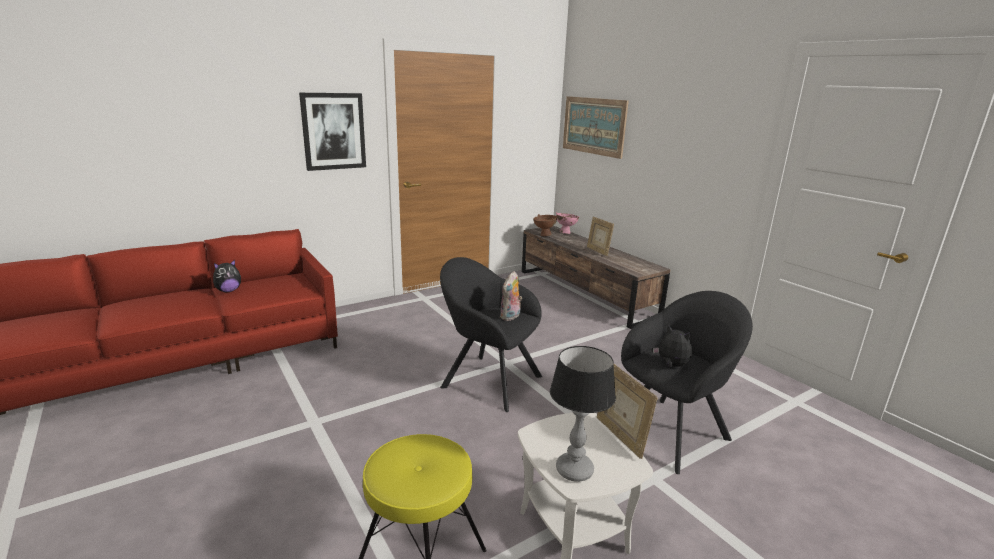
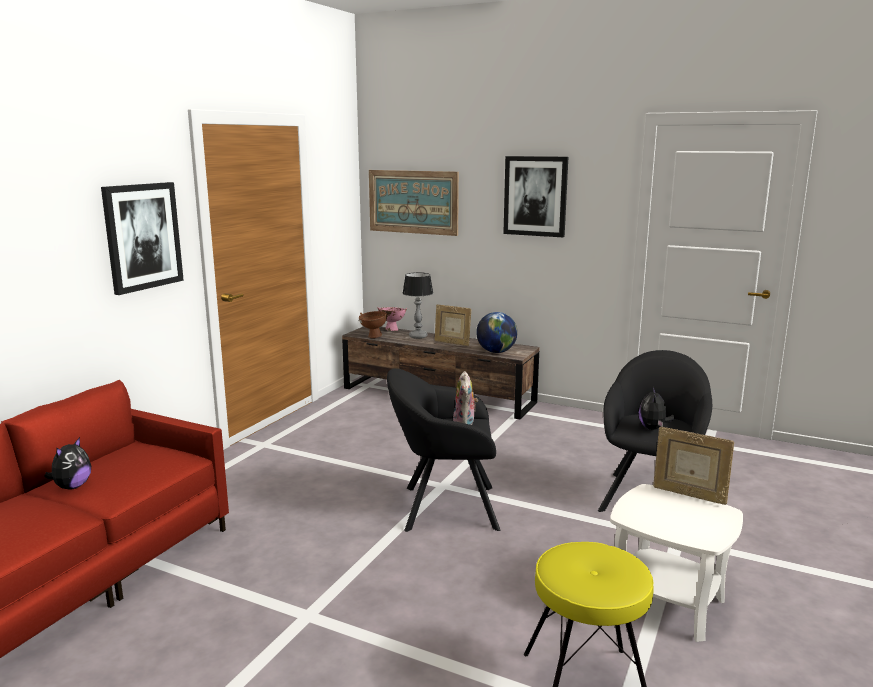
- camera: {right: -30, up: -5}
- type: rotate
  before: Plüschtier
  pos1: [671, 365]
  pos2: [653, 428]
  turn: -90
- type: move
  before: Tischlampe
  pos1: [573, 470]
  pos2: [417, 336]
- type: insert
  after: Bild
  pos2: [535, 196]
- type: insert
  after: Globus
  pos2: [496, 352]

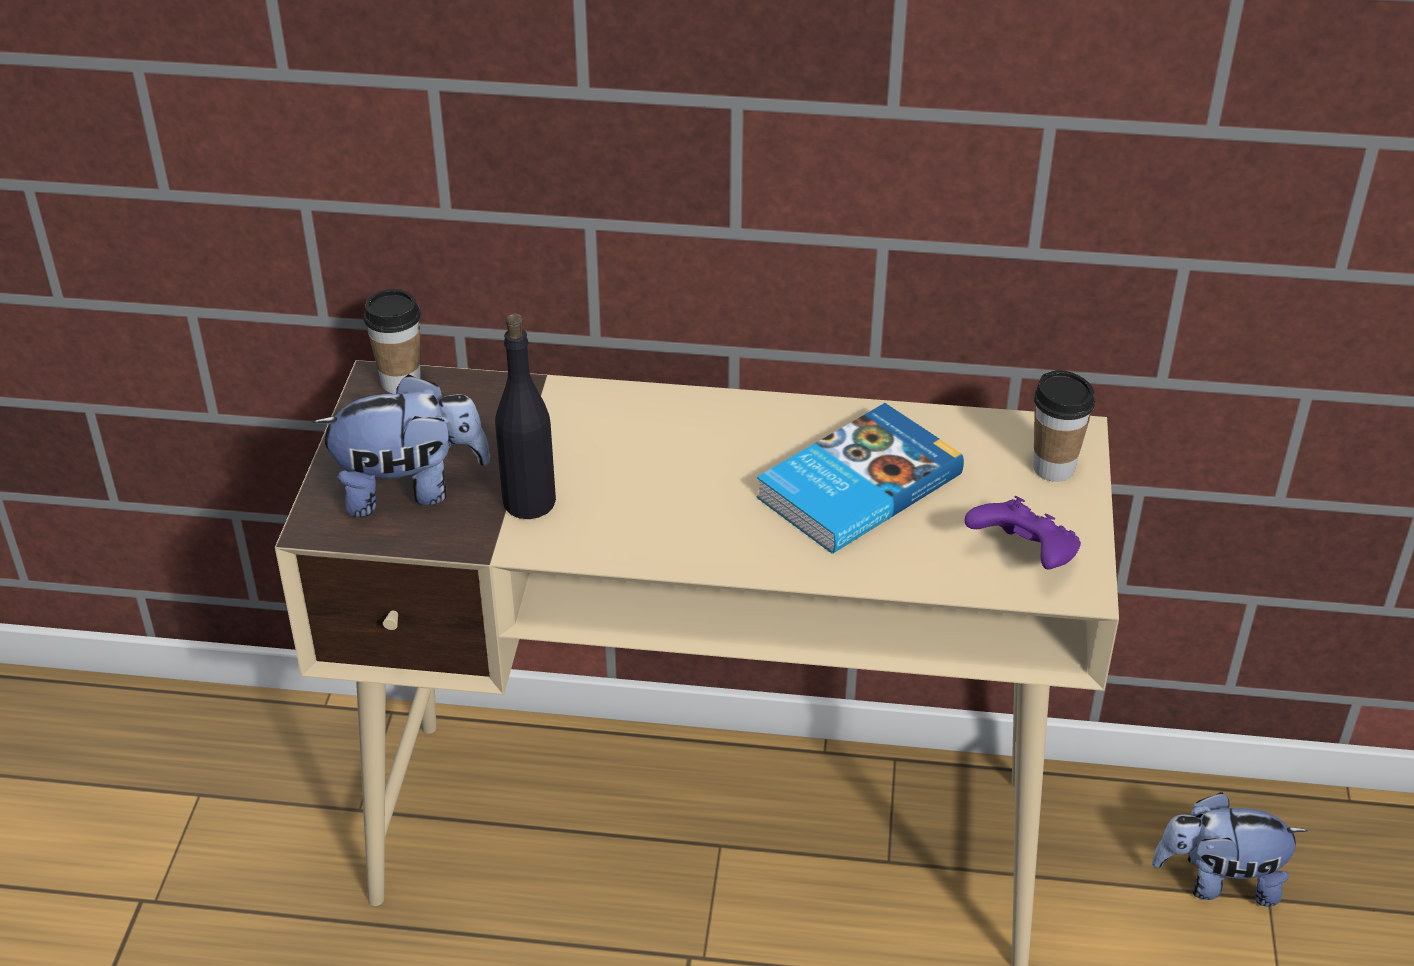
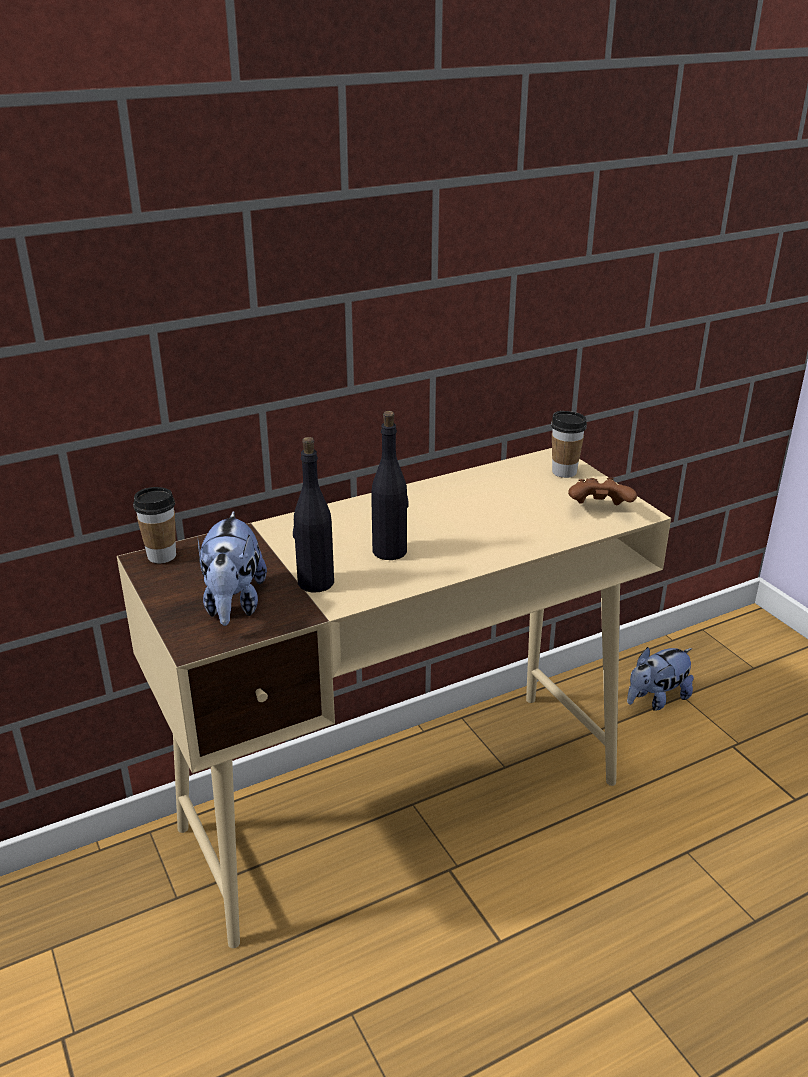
- camera: {right: -35, up: -10}
- type: rotate
  before: Plüschtier
  pos1: [409, 490]
  pos2: [233, 604]
  turn: 135
- type: delete
  before: Buch
  pos1: [856, 485]
- type: recolor
  before: Gamepad (lila)
  after: Gamepad (braun)
  pos1: [1023, 557]
  pos2: [599, 510]
- type: insert
  after: Flasche (schwarz)
  pos2: [390, 551]

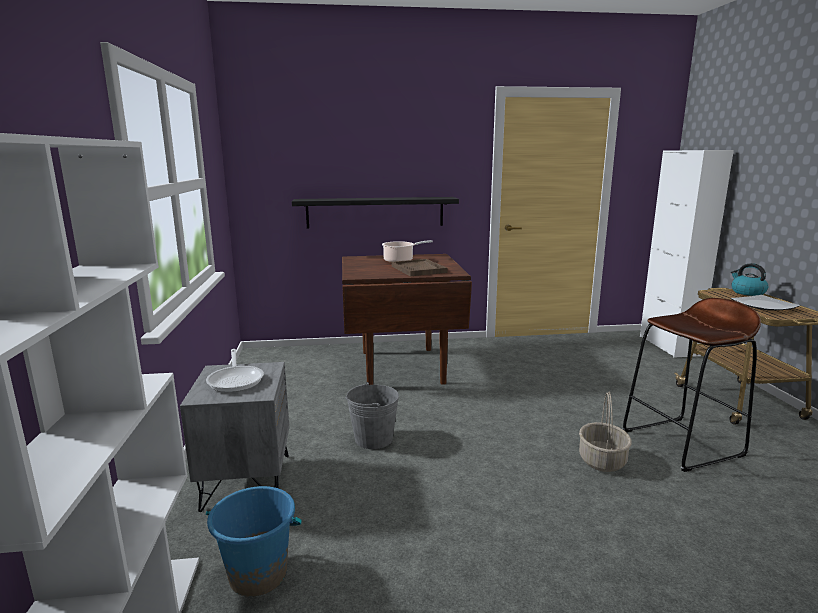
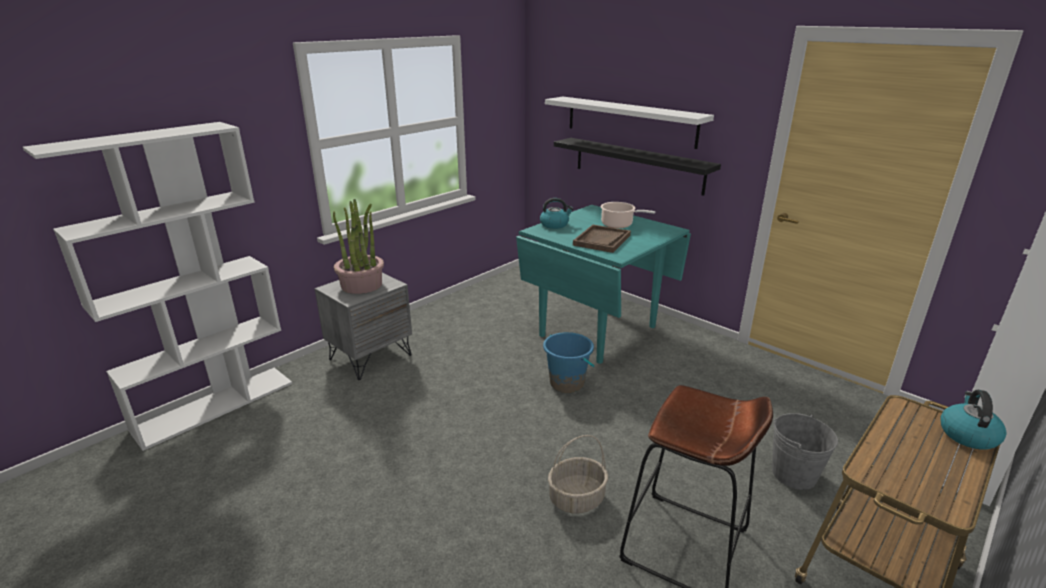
- camera: {right: 50, up: 10}
- type: recolor
  before: Esstisch (braun)
  after: Esstisch (türkis)
  pos1: [400, 367]
  pos2: [597, 330]
- type: delete
  before: Teller
  pos1: [763, 305]
- type: replace
  before: Pfanne
  after: Topfpflanze
  pos1: [236, 380]
  pos2: [362, 285]
- type: move
  before: Eimer (grau)
  pos1: [373, 439]
  pos2: [793, 474]
- type: move
  before: Eimer (blau)
  pos1: [258, 574]
  pos2: [567, 383]
- type: insert
  after: Wandregal (weiß)
  pos2: [630, 121]
- type: insert
  after: Wasserkessel
  pos2: [555, 224]

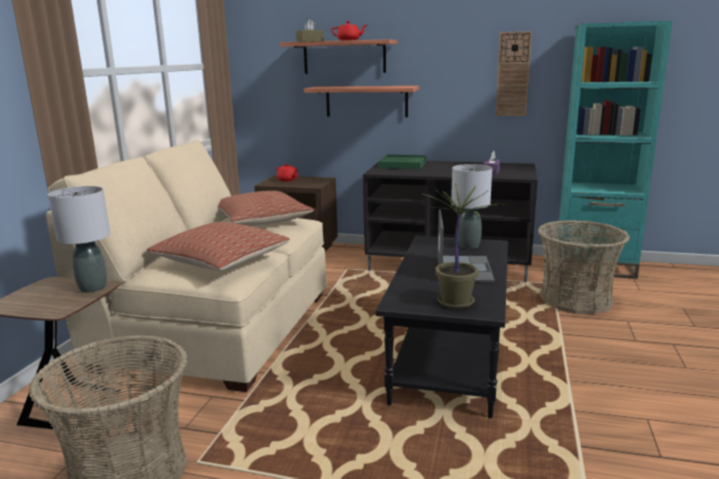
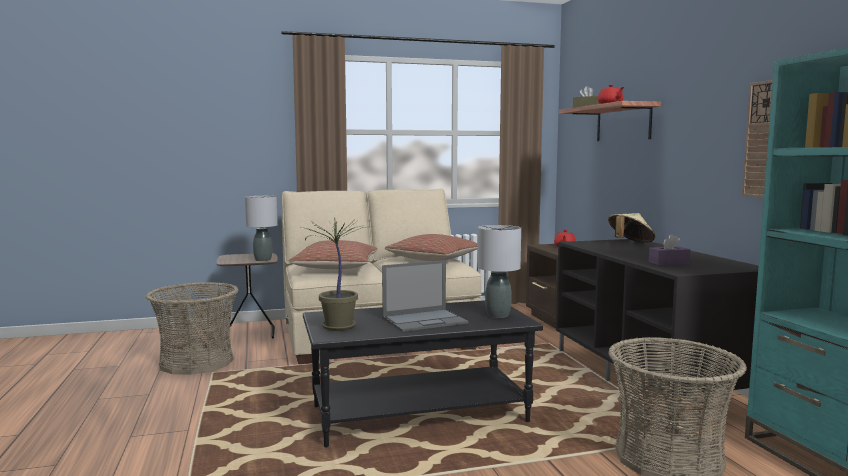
- camera: {right: 60, up: -10}
- type: delete
  before: Wandregal
  pos1: [366, 101]
- type: replace
  before: Tablett (grün)
  after: Hut (beige)
  pos1: [402, 164]
  pos2: [630, 243]

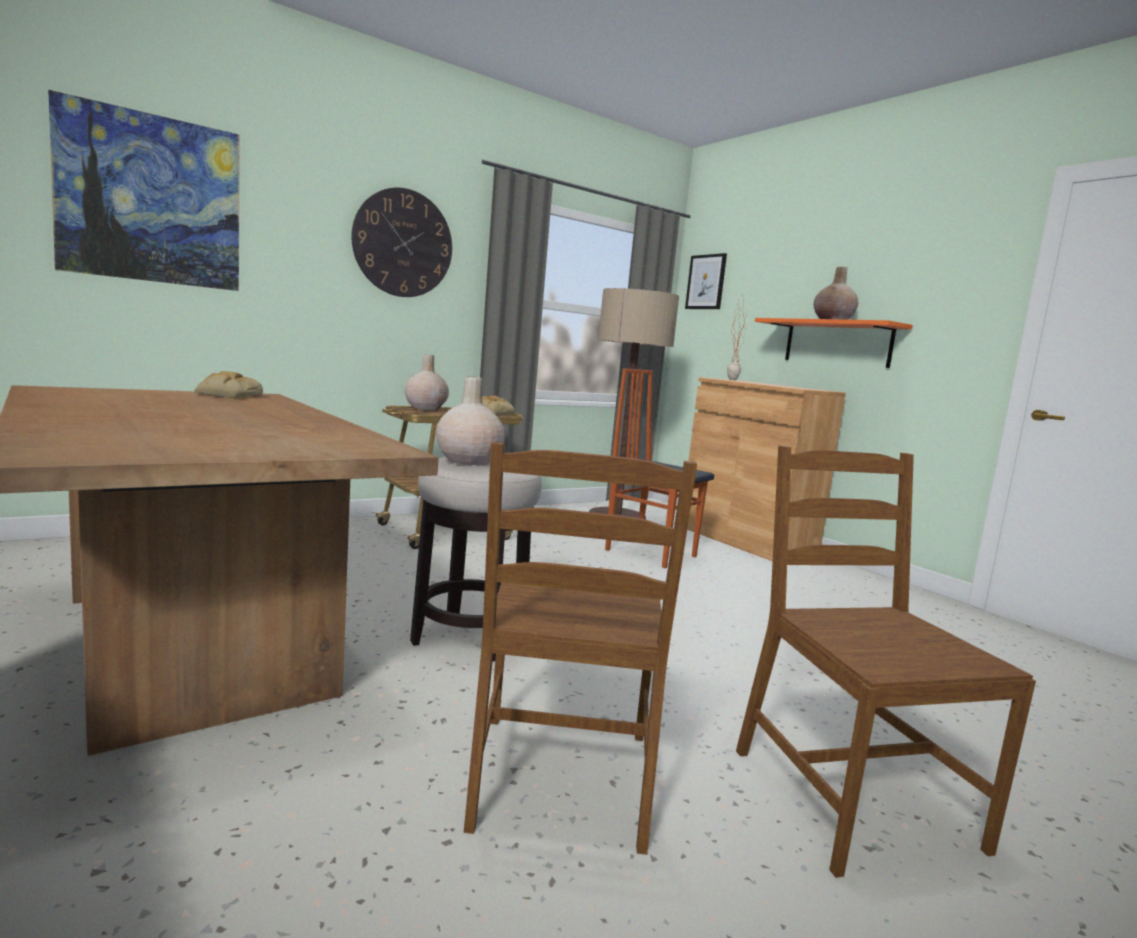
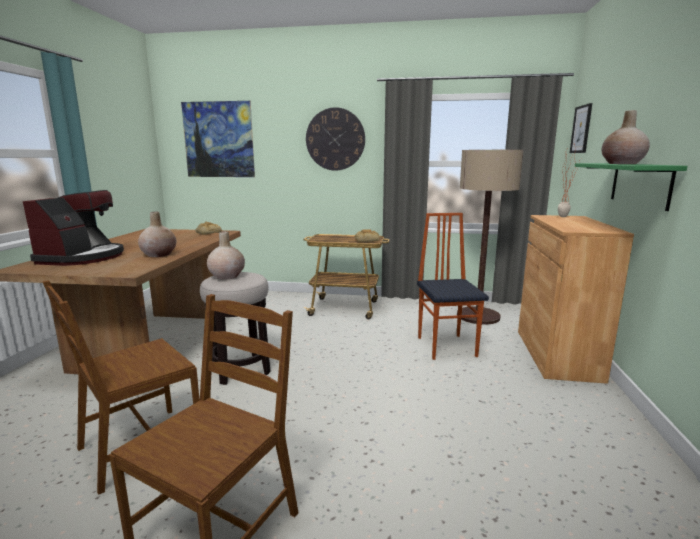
- camera: {right: 45, up: 5}
- type: recolor
  before: Wandregal (orange)
  after: Wandregal (grün)
  pos1: [837, 343]
  pos2: [640, 184]
- type: move
  before: Vase (beige)
  pos1: [425, 408]
  pos2: [159, 254]
- type: insert
  after: Kaffeemaschine
  pos2: [83, 257]

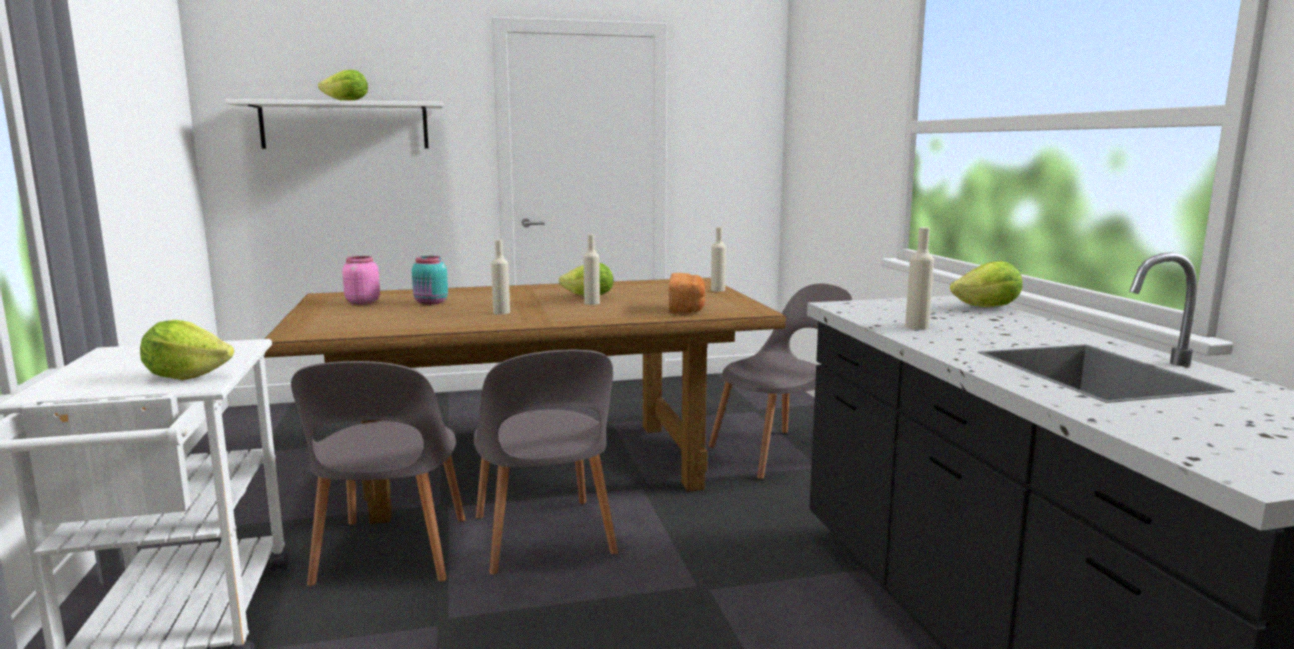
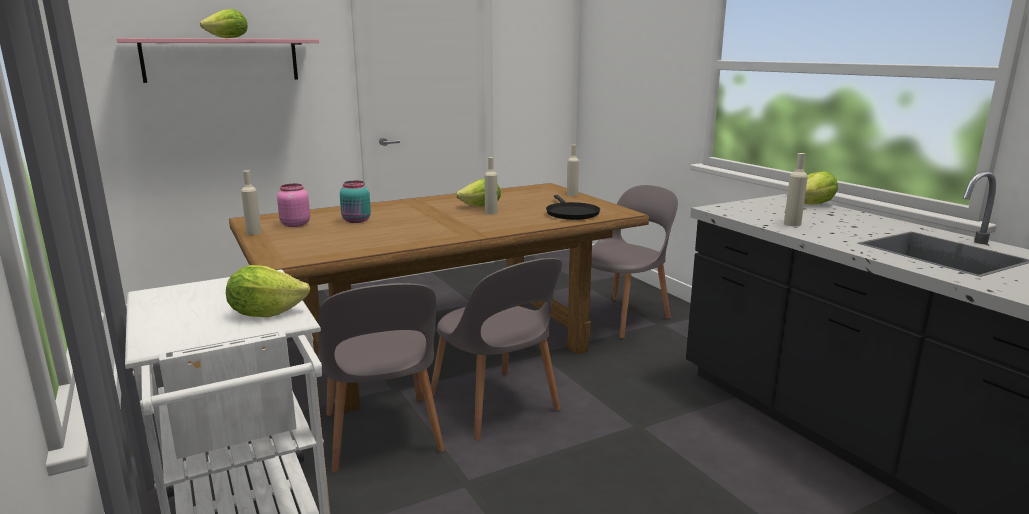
- camera: {right: -15, up: 5}
- type: recolor
  before: Wandregal (weiß)
  after: Wandregal (rosa)
  pos1: [345, 126]
  pos2: [221, 60]
- type: move
  before: Flasche (beige)
  pos1: [501, 312]
  pos2: [254, 232]
- type: replace
  before: Brot
  after: Pfanne (schwarz)
  pos1: [687, 309]
  pos2: [571, 213]

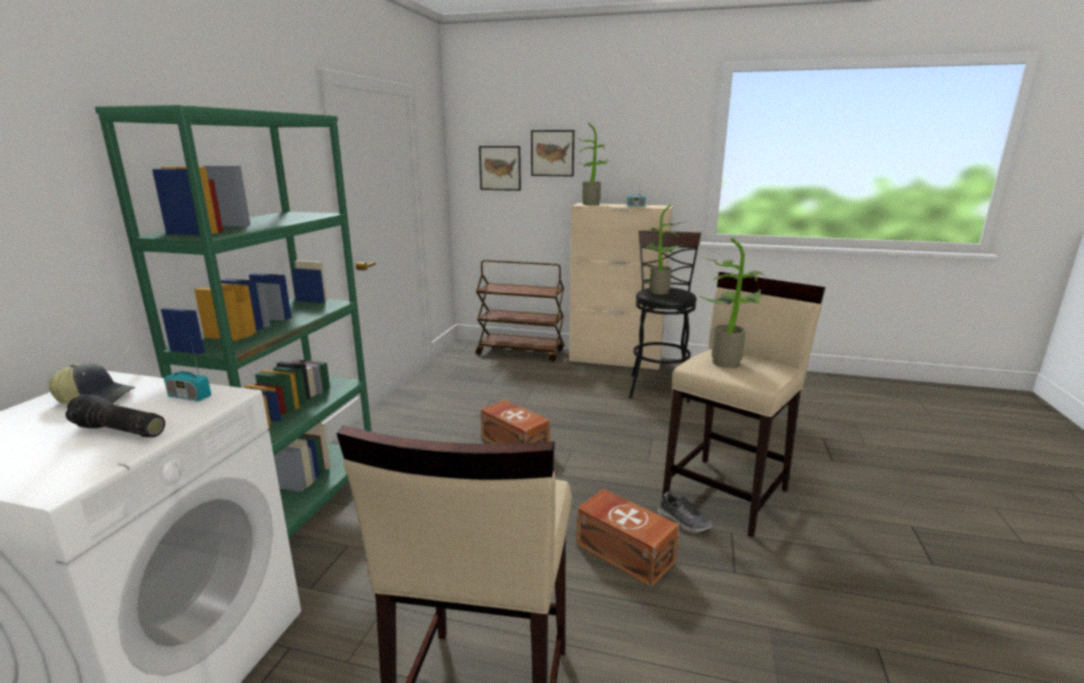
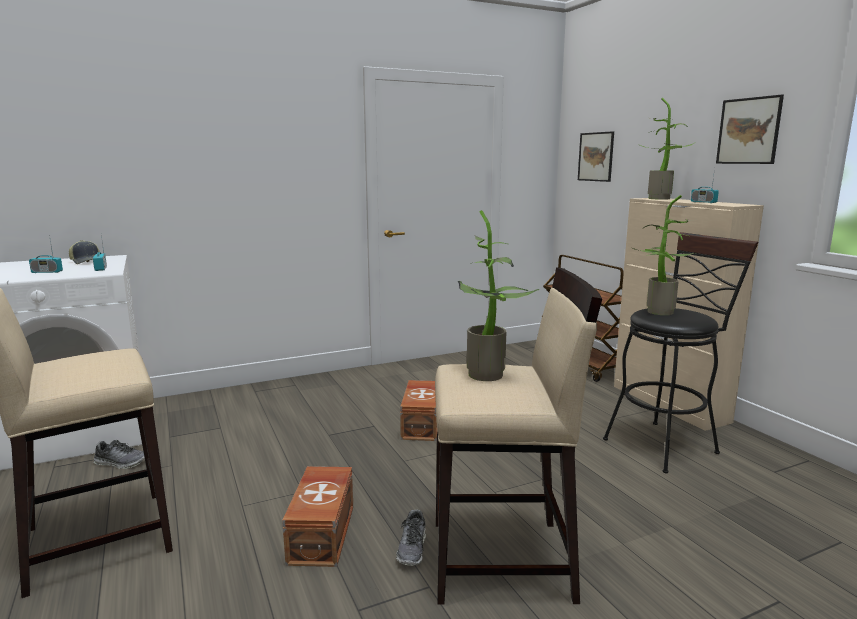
- camera: {right: 50, up: -5}
- type: delete
  before: Bücherregal (grün)
  pos1: [300, 503]
- type: move
  before: Bild
  pos1: [552, 153]
  pos2: [748, 131]
- type: replace
  before: Taschenlampe
  after: Radio
  pos1: [118, 431]
  pos2: [47, 272]
- type: insert
  after: Schuh
  pos2: [120, 463]

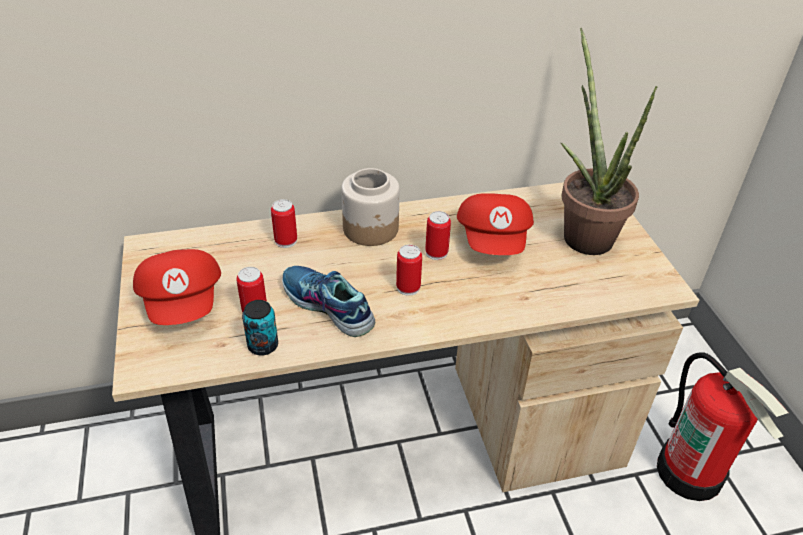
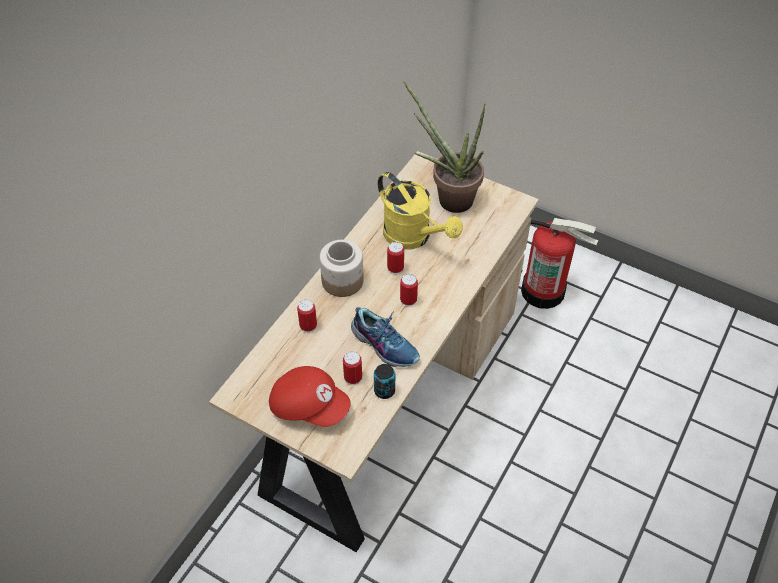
- camera: {right: -45, up: 10}
- type: replace
  before: Kappe (rot)
  after: Gießkanne (gelb)
  pos1: [494, 240]
  pos2: [413, 237]
- type: rotate
  before: Schuh
  pos1: [327, 307]
  pos2: [385, 344]
  turn: -135

